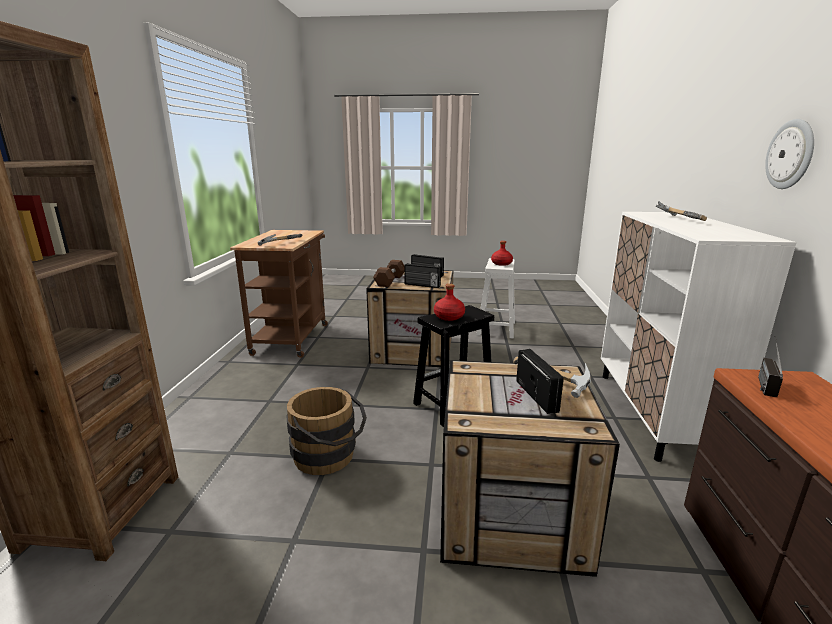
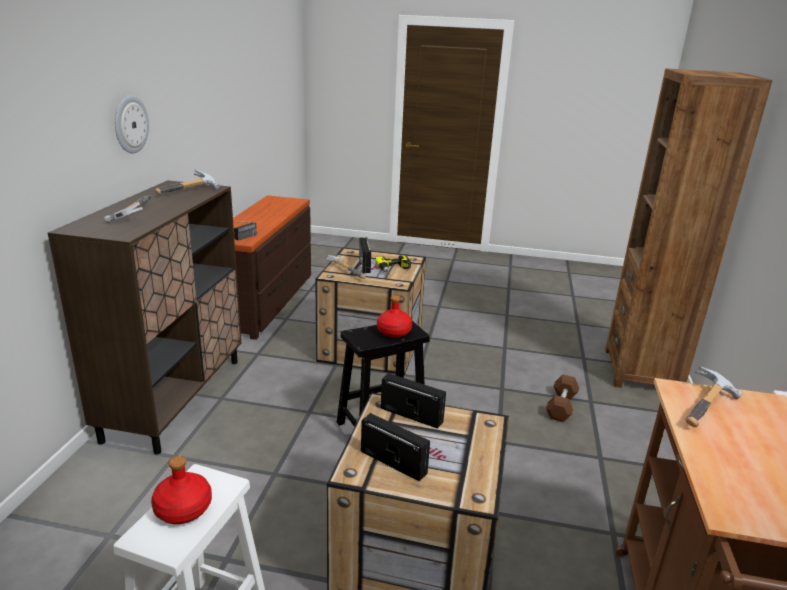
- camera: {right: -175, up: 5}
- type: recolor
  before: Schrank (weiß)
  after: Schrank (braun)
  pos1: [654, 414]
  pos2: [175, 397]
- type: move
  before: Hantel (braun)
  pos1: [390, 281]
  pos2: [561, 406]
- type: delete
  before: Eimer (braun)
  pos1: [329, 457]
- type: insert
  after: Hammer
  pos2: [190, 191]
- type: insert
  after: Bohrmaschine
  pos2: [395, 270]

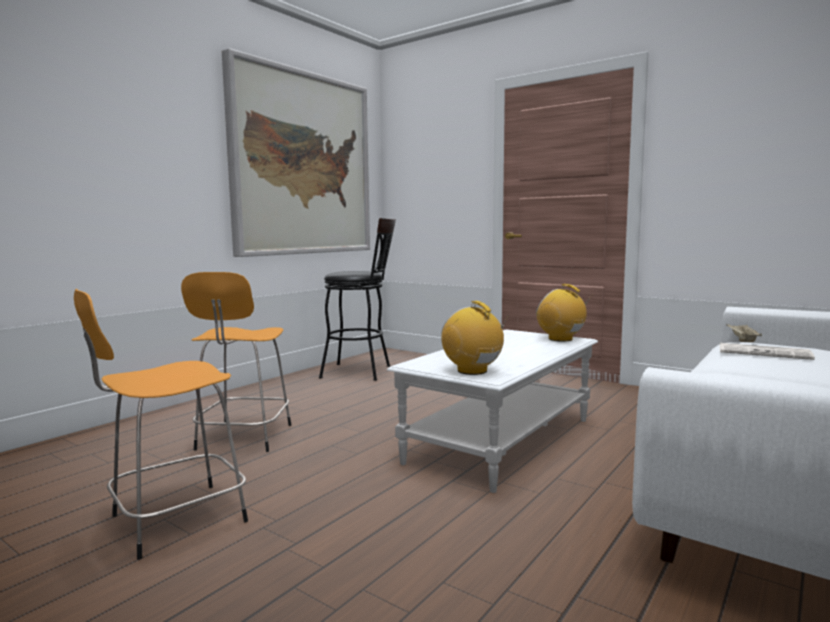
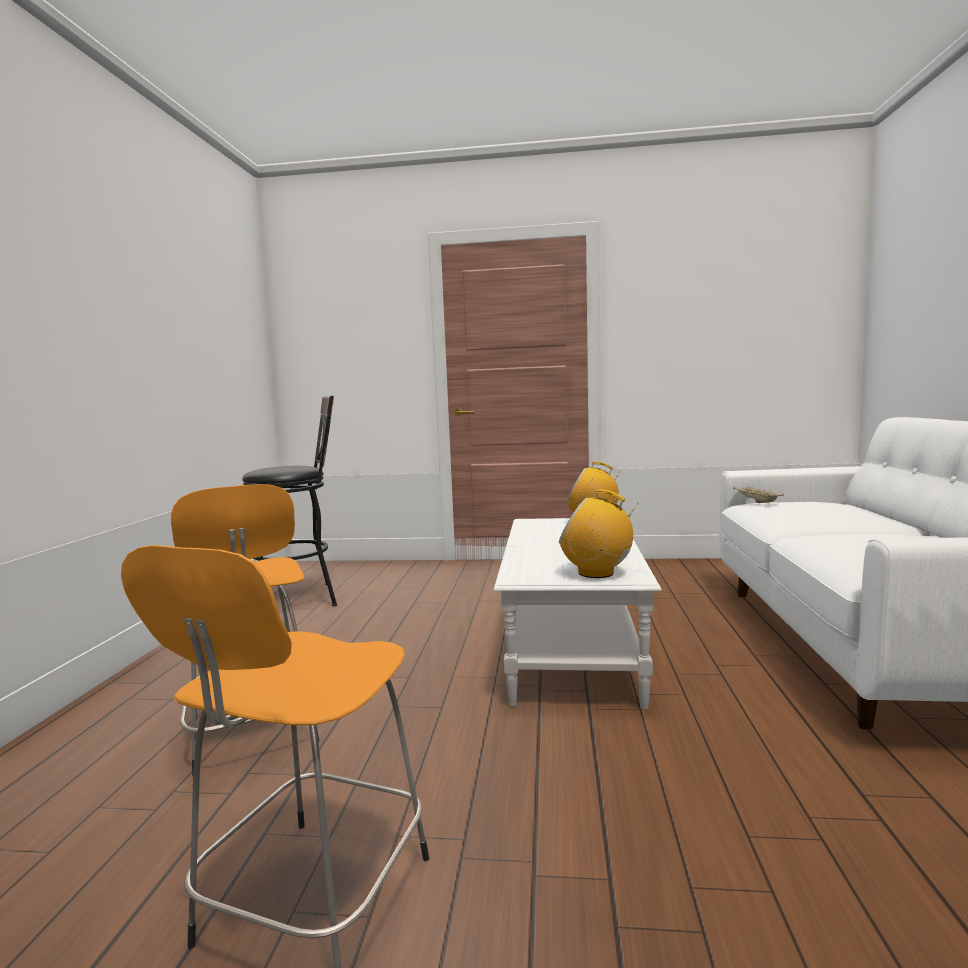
- camera: {right: -30, up: 0}
- type: delete
  before: Bild
  pos1: [302, 164]
- type: delete
  before: Zeitung
  pos1: [765, 353]

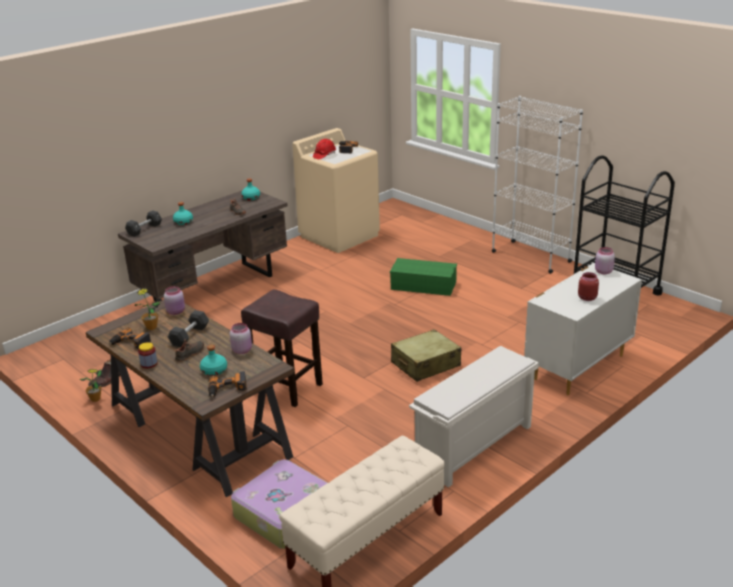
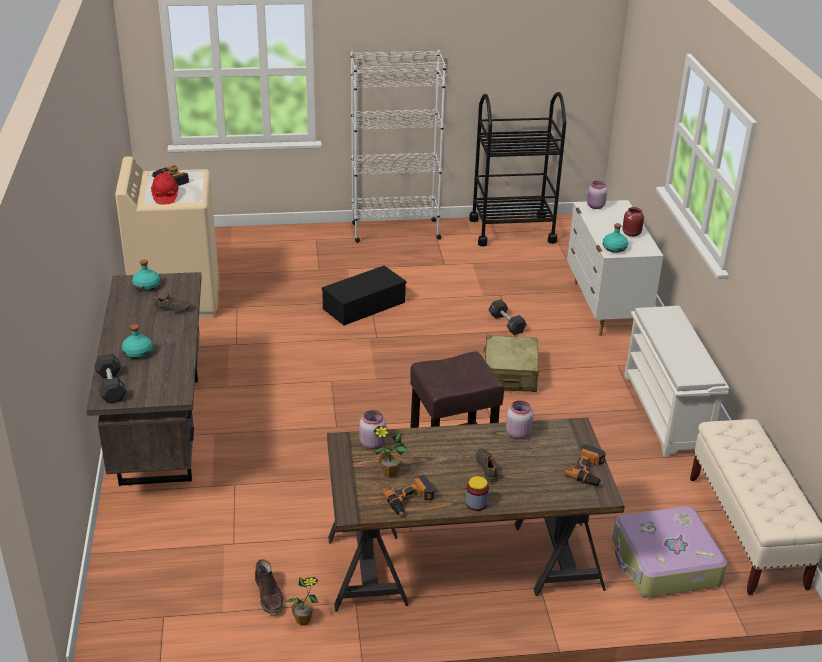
- camera: {right: -55, up: 5}
- type: recolor
  before: Aufbewahrungsbox (grün)
  after: Aufbewahrungsbox (schwarz)
  pos1: [424, 285]
  pos2: [364, 305]
- type: move
  before: Hantel (schwarz)
  pos1: [189, 336]
  pos2: [506, 324]
- type: move
  before: Flasche (türkis)
  pos1: [214, 371]
  pos2: [614, 248]

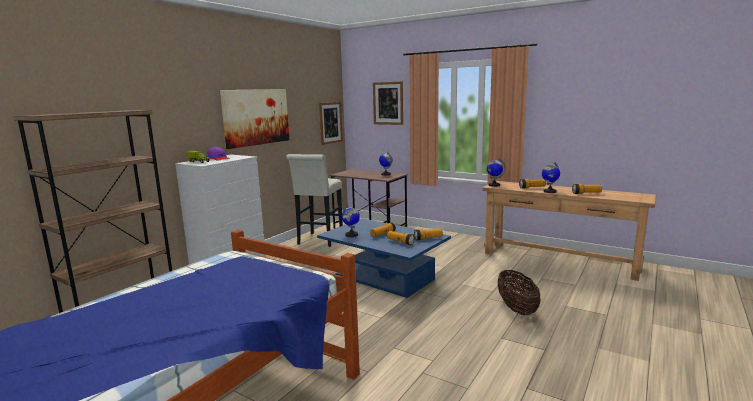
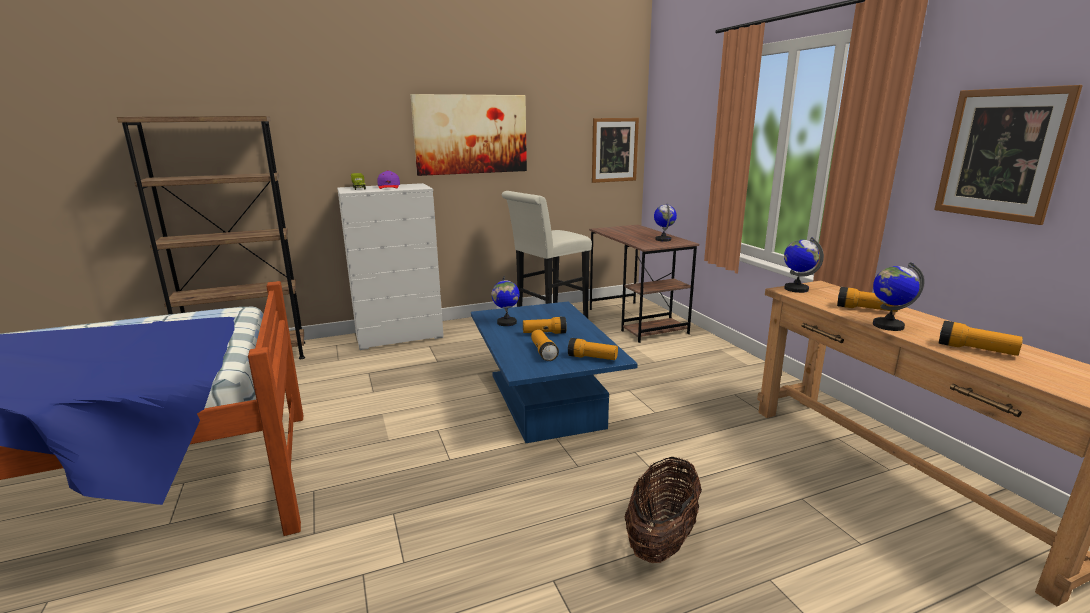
- camera: {right: 35, up: 5}
- type: move
  before: Bild
  pos1: [388, 103]
  pos2: [1001, 154]

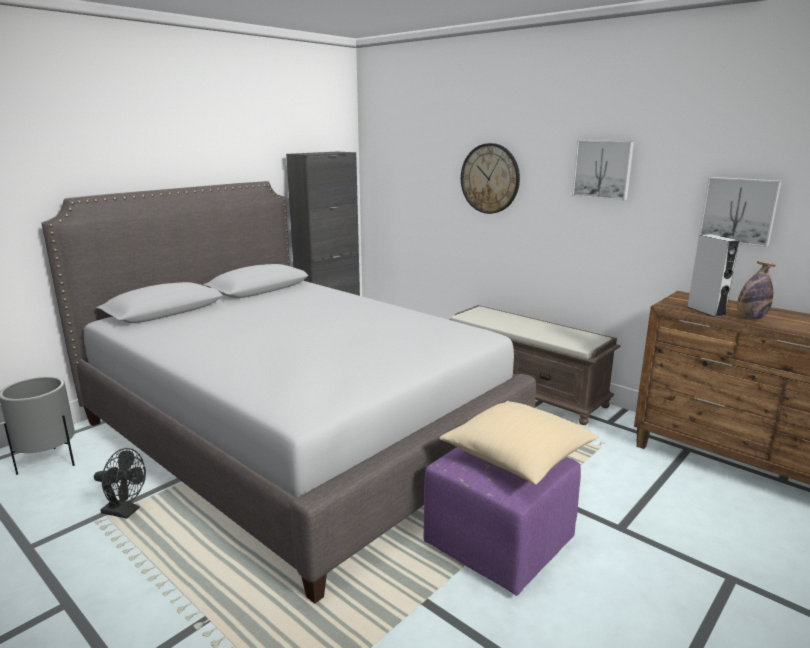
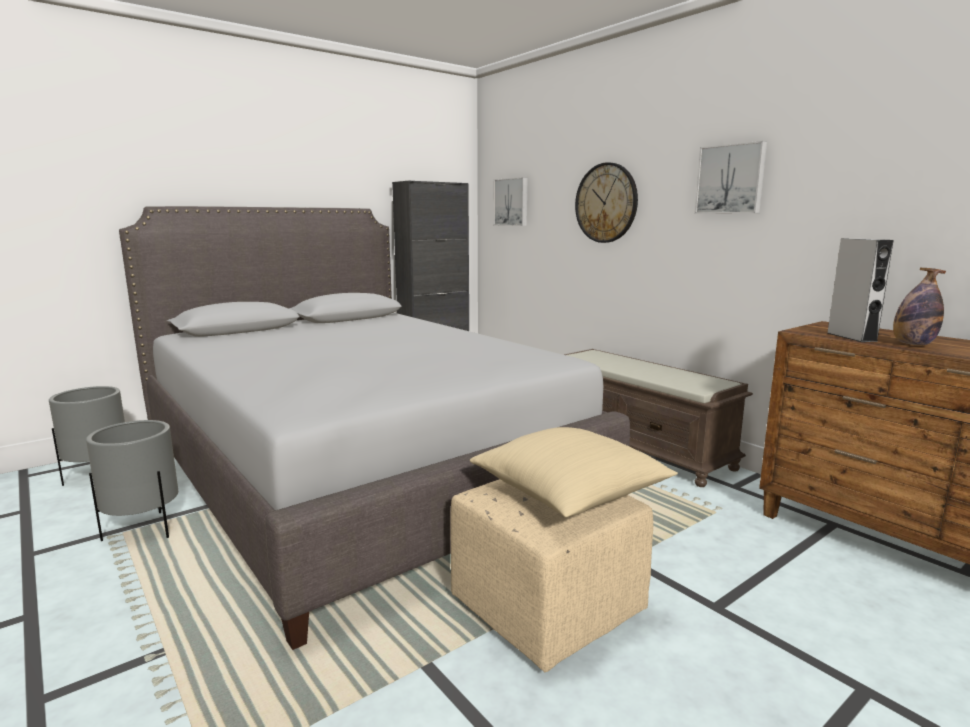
- camera: {right: 10, up: -5}
- type: move
  before: Bild
  pos1: [739, 210]
  pos2: [511, 202]
- type: recolor
  before: Polsterhocker (lila)
  after: Polsterhocker (beige)
  pos1: [499, 542]
  pos2: [548, 607]
- type: replace
  before: Ventilator (schwarz)
  after: Pflanzkübel (grau)
  pos1: [125, 512]
  pos2: [144, 530]

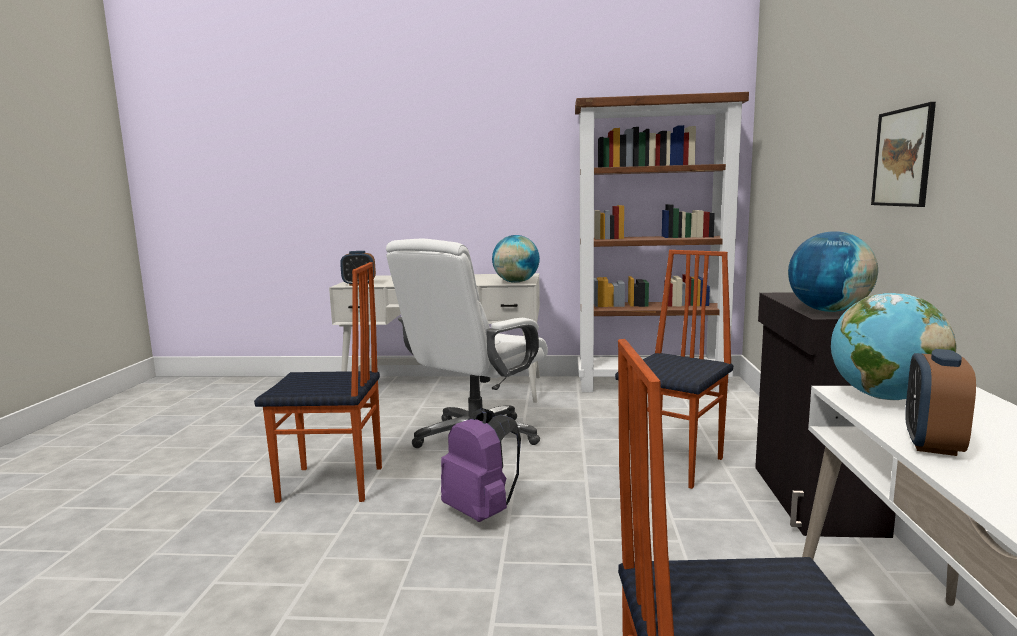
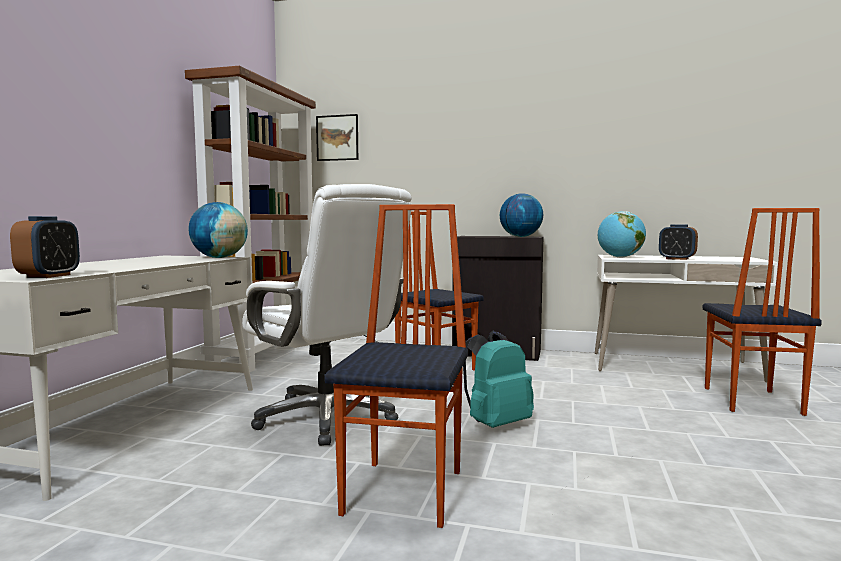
- camera: {right: -80, up: -5}
- type: move
  before: Bild
  pos1: [903, 157]
  pos2: [337, 138]
- type: recolor
  before: Rucksack (lila)
  after: Rucksack (türkis)
  pos1: [482, 512]
  pos2: [495, 424]

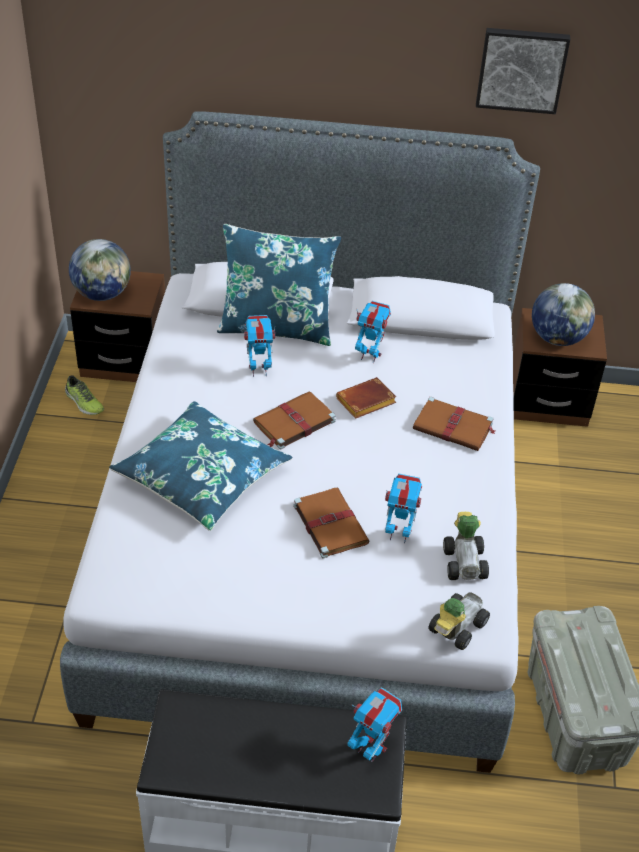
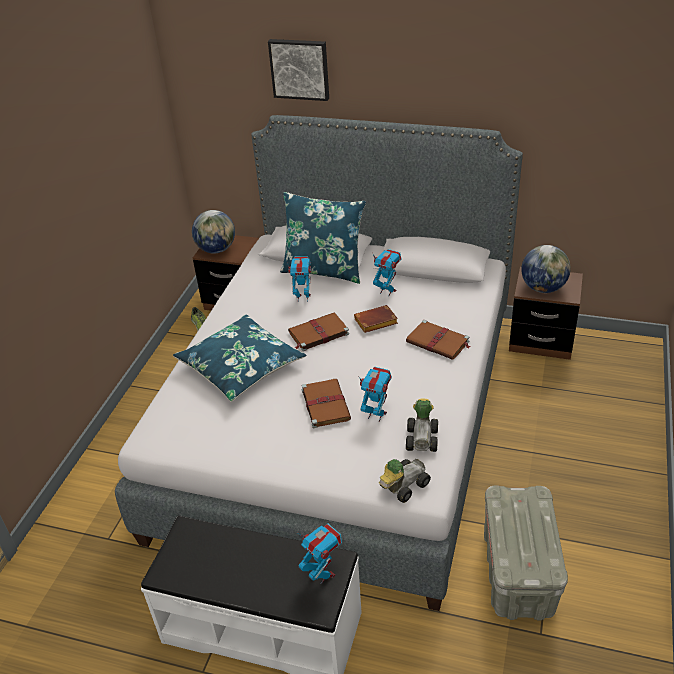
- camera: {right: 15, up: -5}
- type: move
  before: Bild
  pos1: [521, 69]
  pos2: [300, 69]

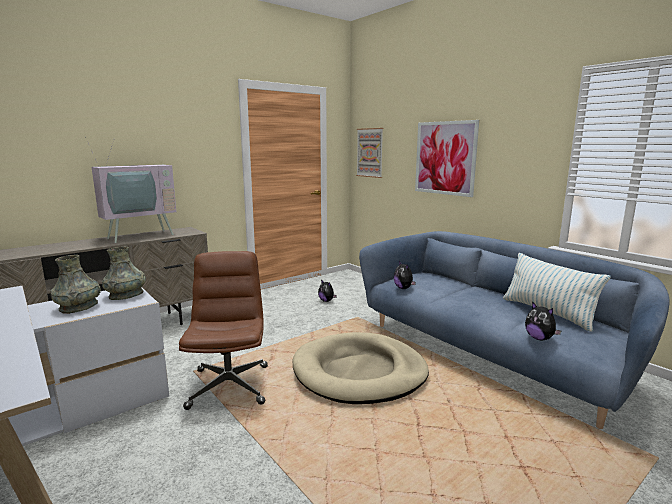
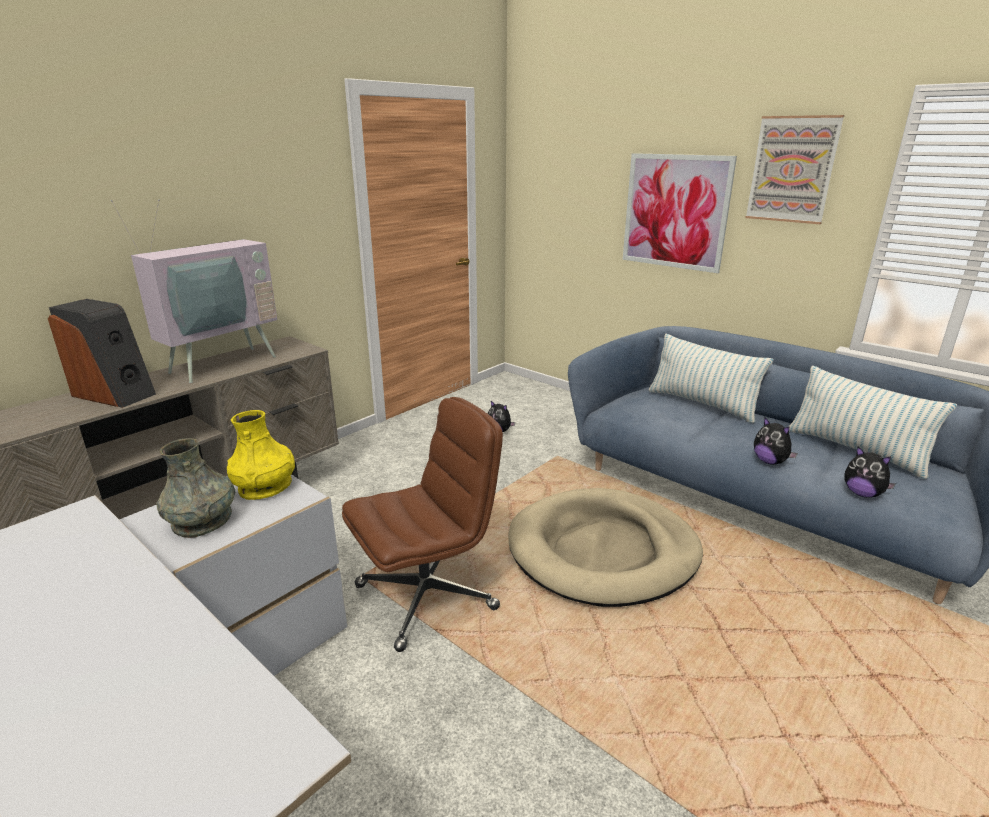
- camera: {right: -10, up: 10}
- type: move
  before: Bild
  pos1: [370, 152]
  pos2: [792, 169]
- type: recolor
  before: Vase (grau)
  after: Vase (gelb)
  pos1: [126, 295]
  pos2: [265, 486]
- type: rotate
  before: Bürostuhl (braun)
  pos1: [229, 385]
  pos2: [427, 596]
  turn: 75
- type: move
  before: Plüschtier
  pos1: [404, 288]
  pos2: [770, 461]
- type: insert
  after: Lautsprecher
  pos2: [115, 394]
- type: insert
  after: Kissen
  pos2: [702, 404]

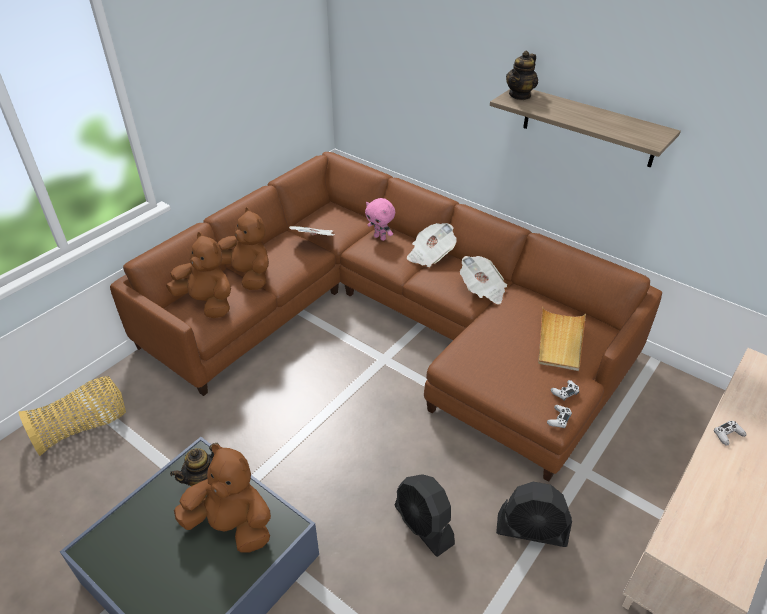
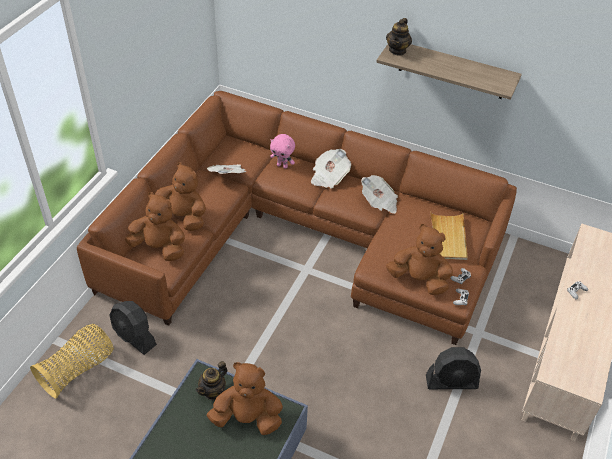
- camera: {right: -15, up: 5}
- type: move
  before: Ventilator (schwarz)
  pos1: [423, 525]
  pos2: [134, 337]
- type: insert
  after: Plüschtier (braun)
  pos2: [419, 280]

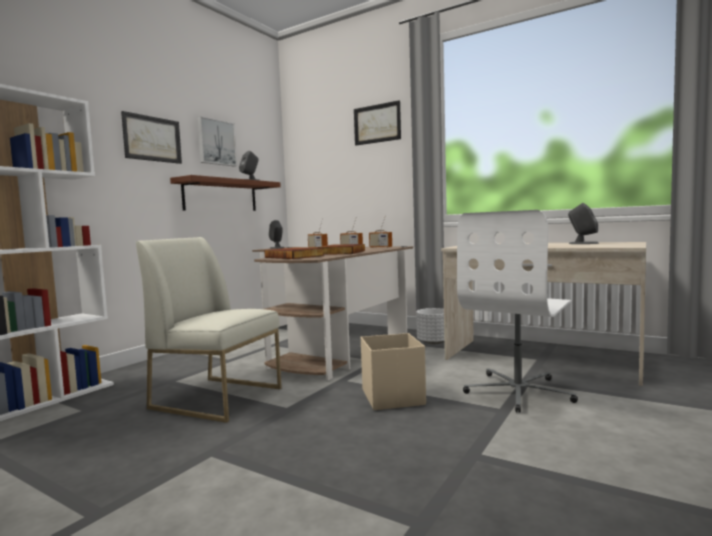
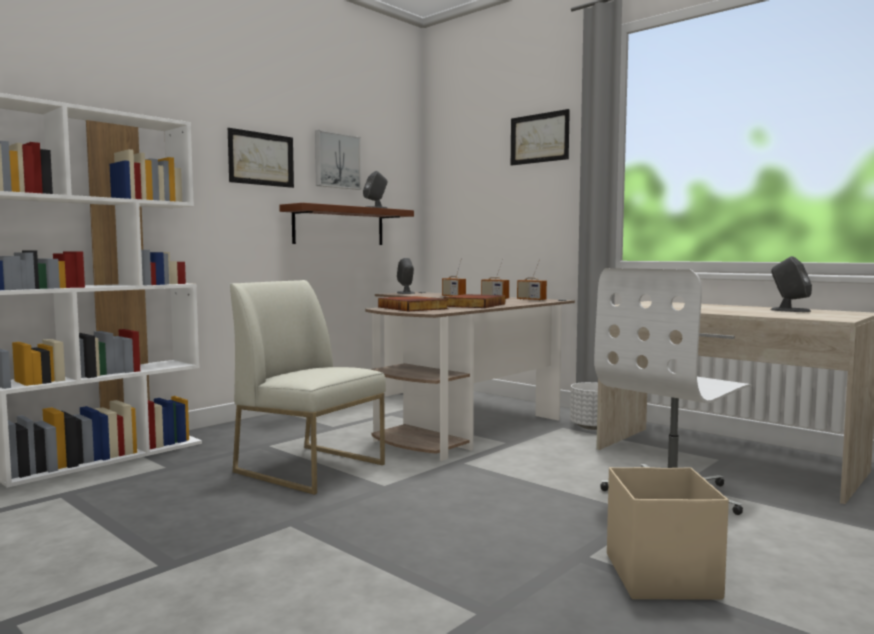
- camera: {right: 10, up: 0}
- type: move
  before: Aufbewahrungsbox (beige)
  pos1: [393, 397]
  pos2: [661, 575]

